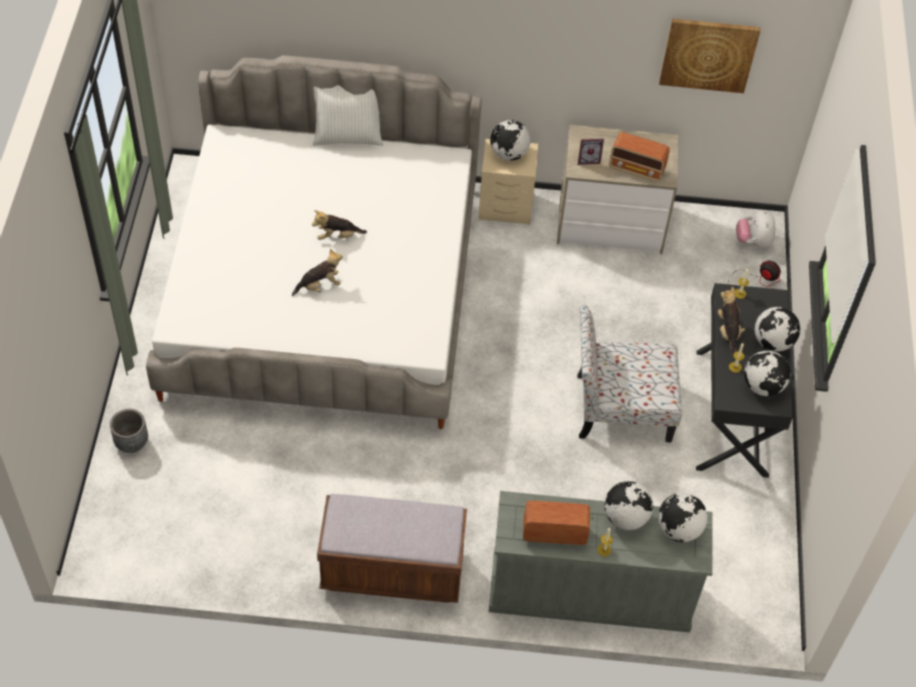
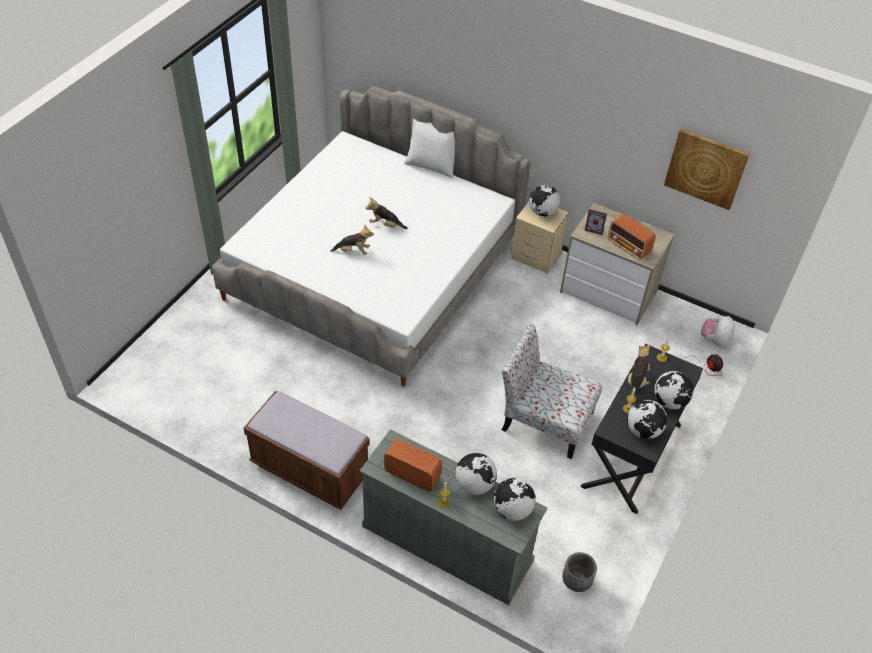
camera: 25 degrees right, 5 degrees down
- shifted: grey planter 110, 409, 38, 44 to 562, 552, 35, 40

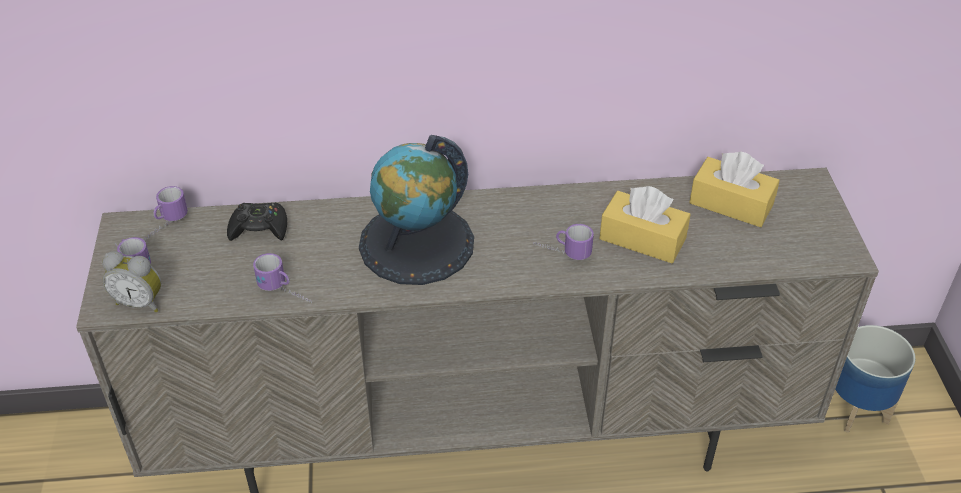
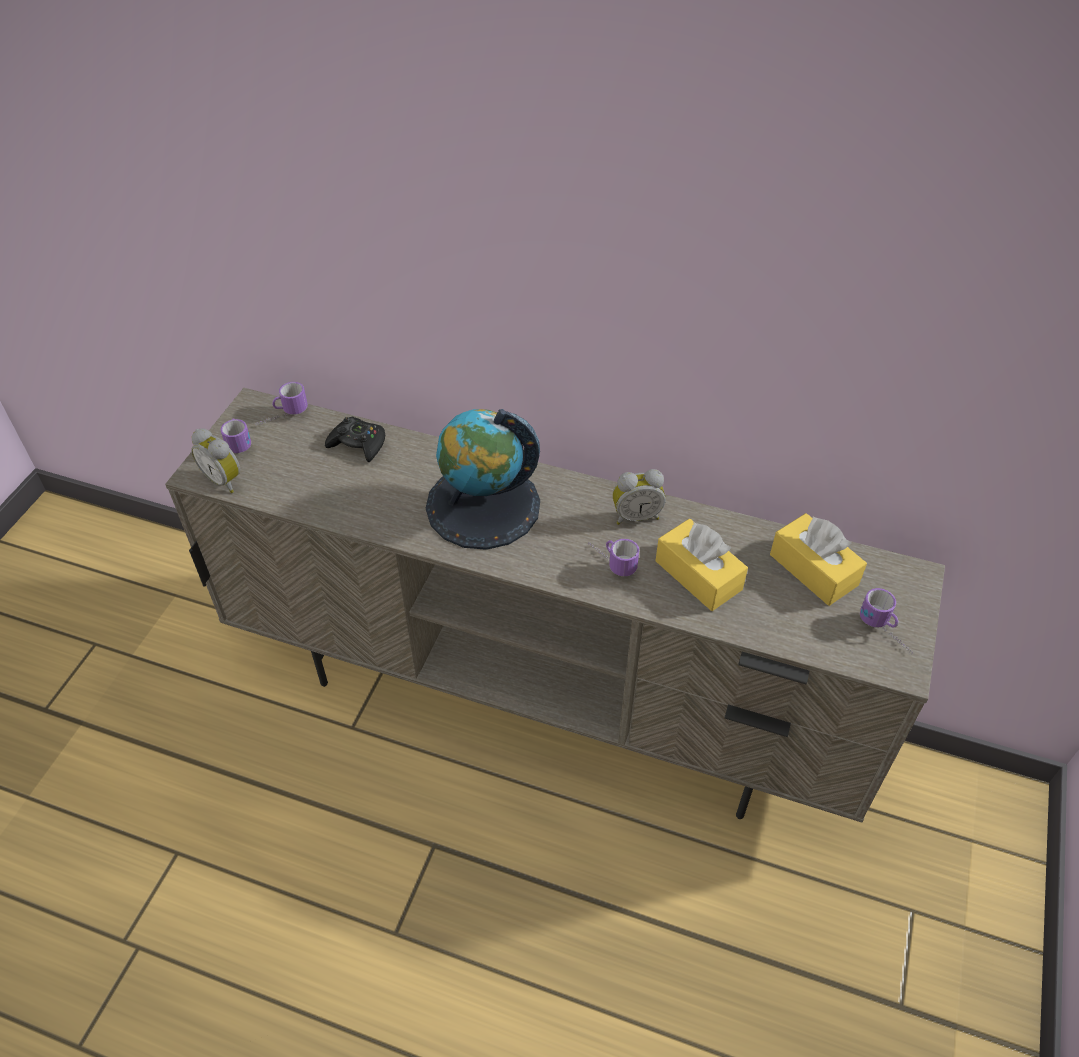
camera: 25 degrees right, 5 degrees up
- new: alarm clock 613, 469, 53, 56
- shifted: mug 253, 253, 59, 50 to 860, 588, 53, 66
- gone: planter 833, 325, 82, 108

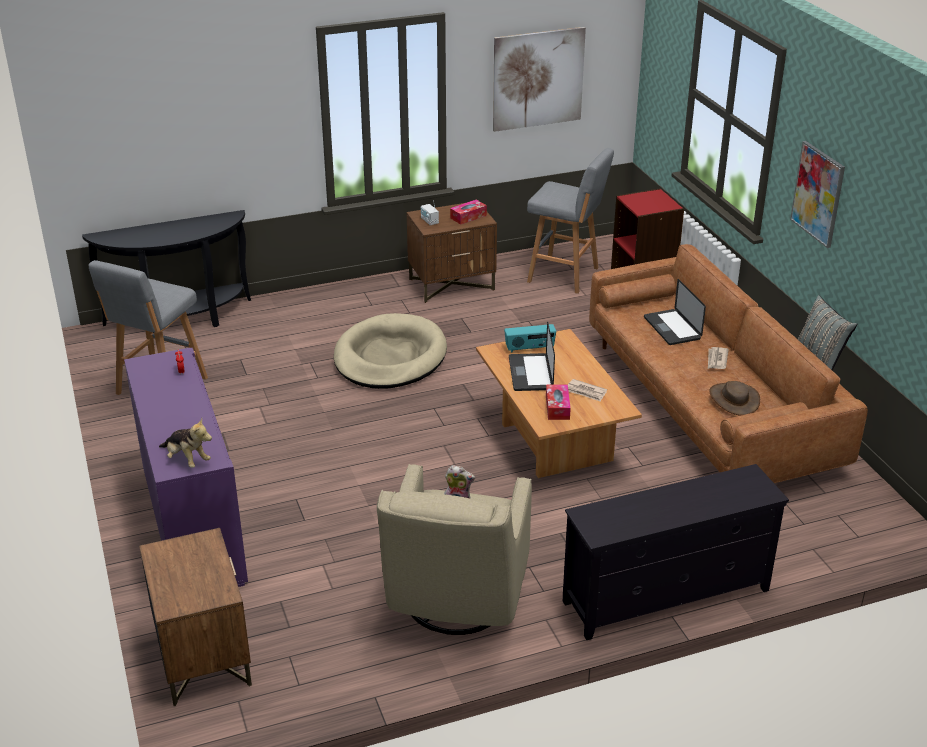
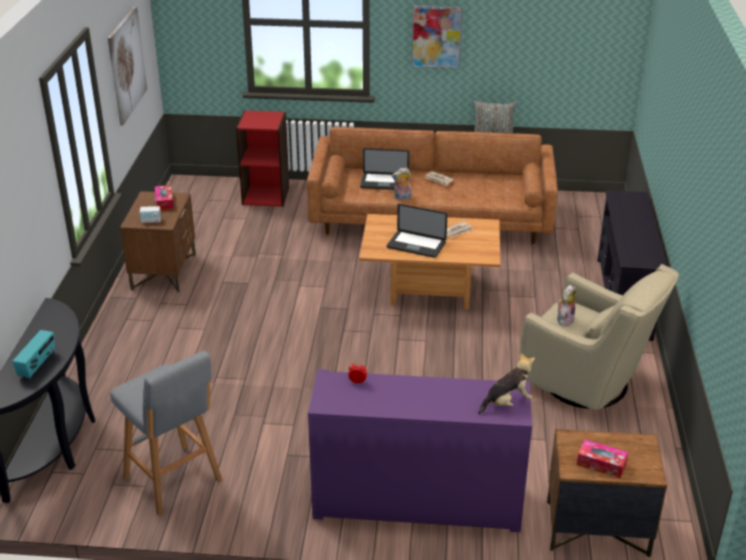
camera: 65 degrees left, 0 degrees up
- shifted: radio 504, 324, 52, 29 to 12, 330, 43, 49
- new: plush toy 392, 167, 20, 33
- shifted: tissue box 546, 385, 25, 35 to 577, 440, 51, 38
- gone: beige dog bed 334, 313, 113, 76
- gone: grey stool 527, 148, 87, 146
- gone: brown hat 709, 381, 51, 35

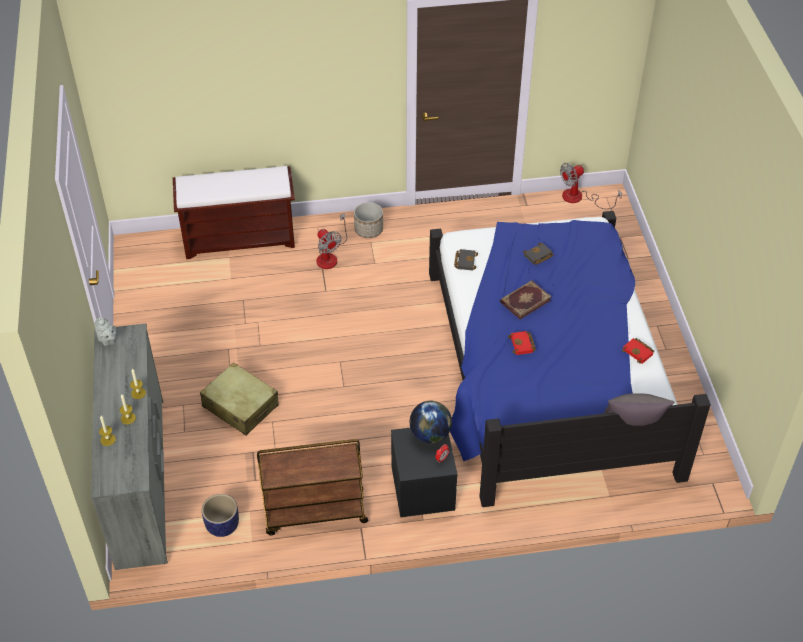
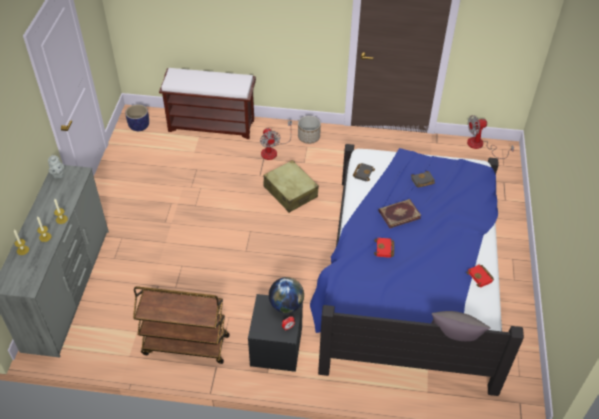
camera: 15 degrees right, 0 degrees up
- shifted: planter 202, 494, 37, 43 to 125, 104, 24, 27
- shifted: beige suitcase 200, 362, 78, 74 to 263, 160, 56, 53

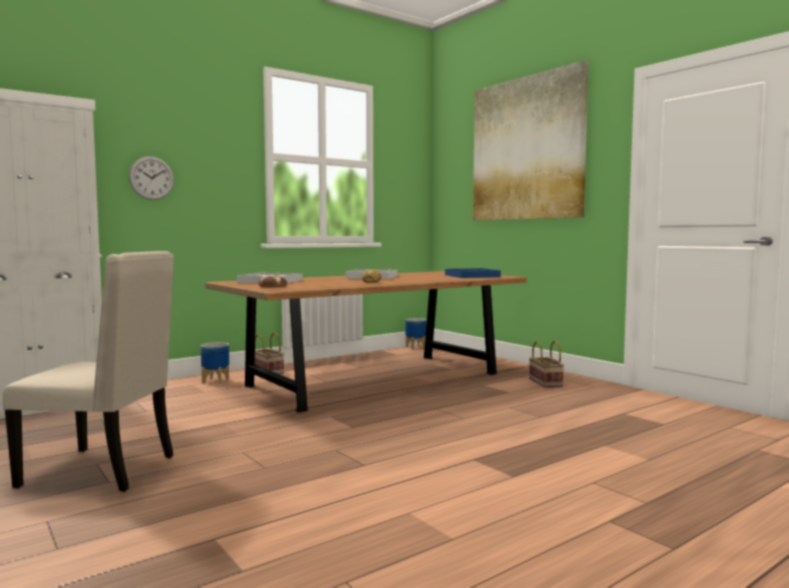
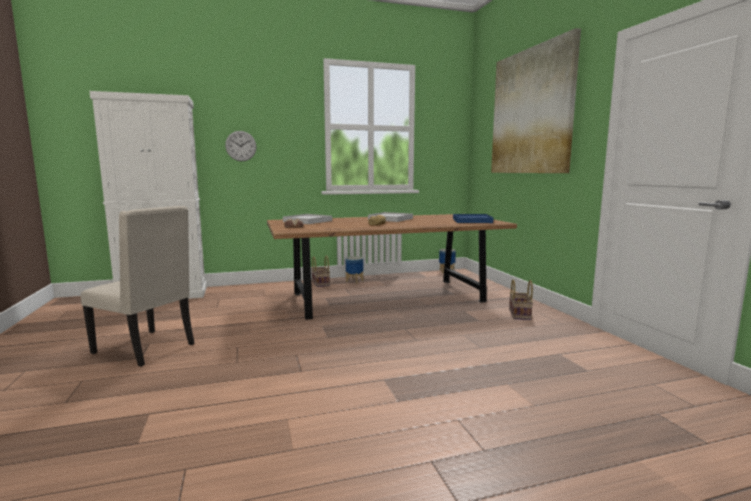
camera: 20 degrees right, 5 degrees up
- shifted: planter 201, 342, 28, 42 to 346, 256, 17, 28

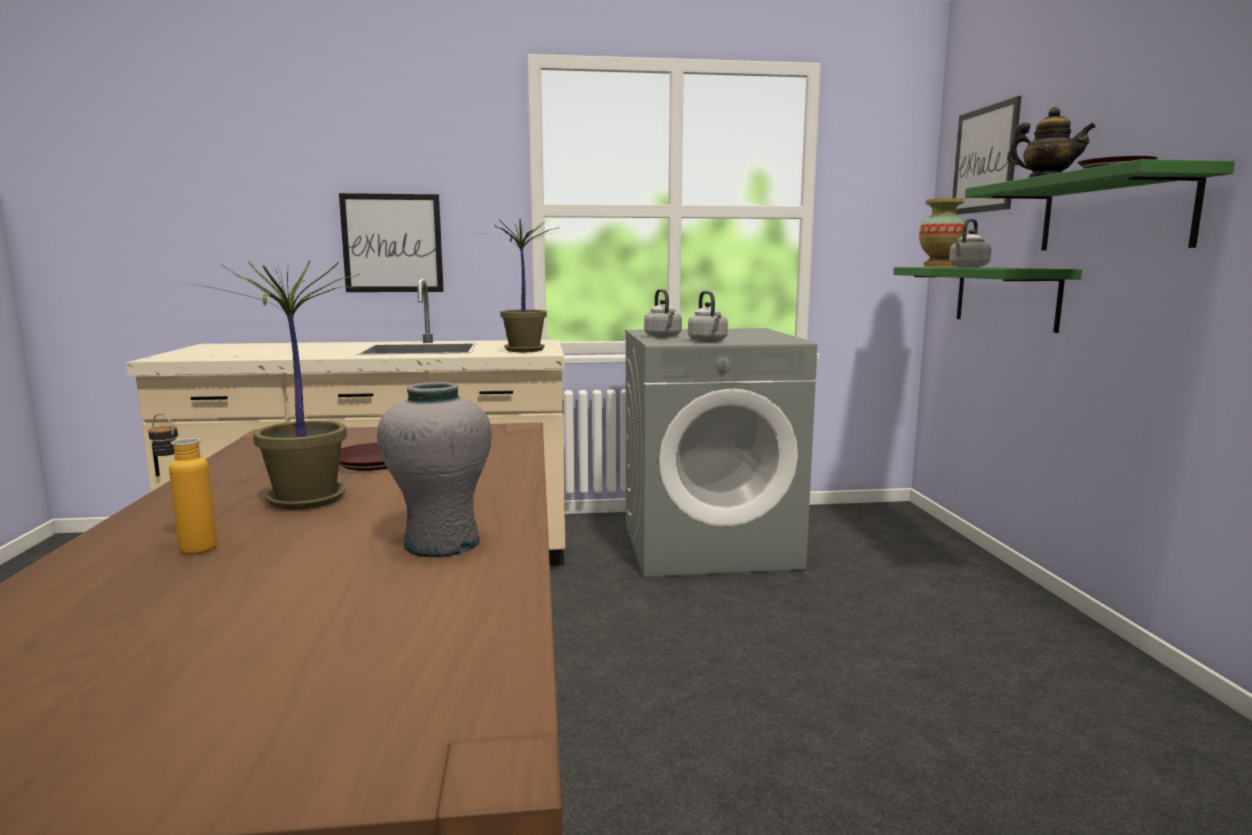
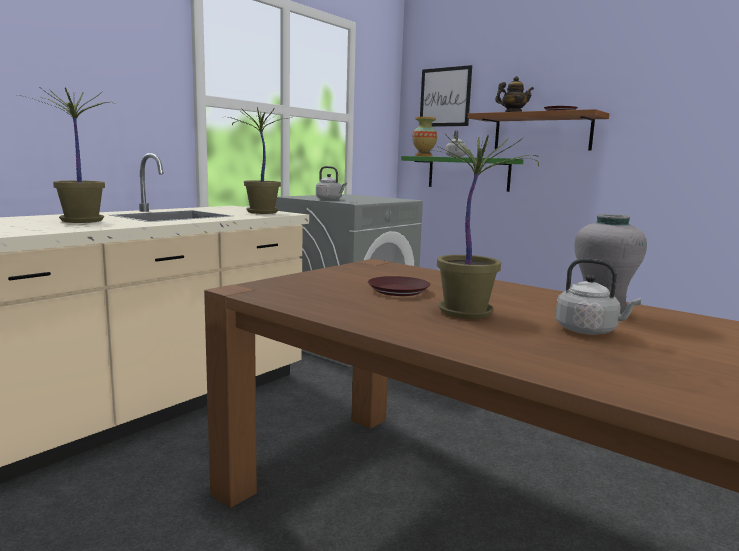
camera: 45 degrees left, 0 degrees up
- new: potted plant 18, 88, 94, 135
- repainted: green shelf 965, 159, 270, 92 to brown shelf 468, 109, 141, 42
- shifted: grey kettle 688, 291, 40, 51 to 556, 258, 85, 77
- gone: bottle 148, 413, 69, 142
- gone: picture 339, 193, 105, 99

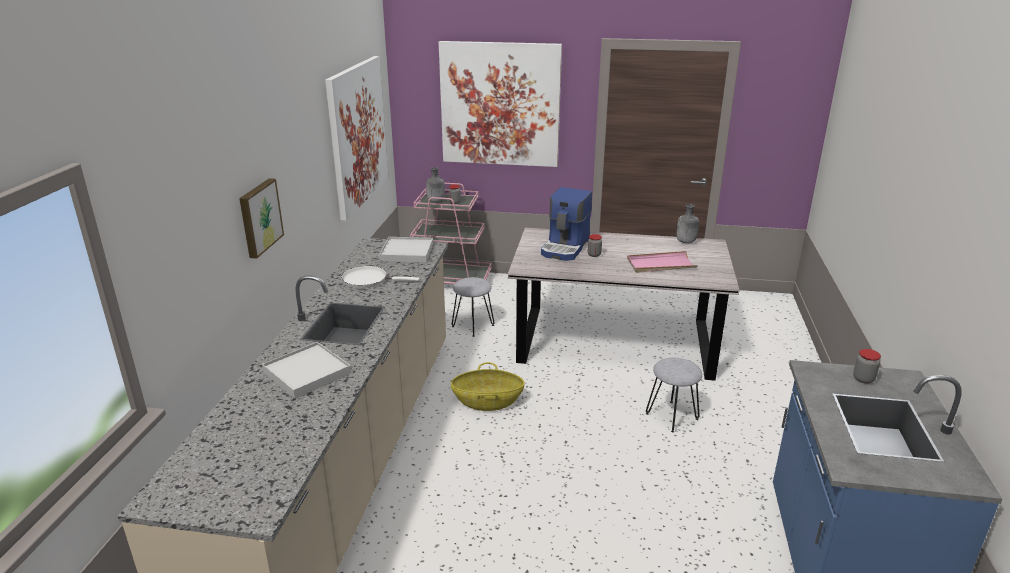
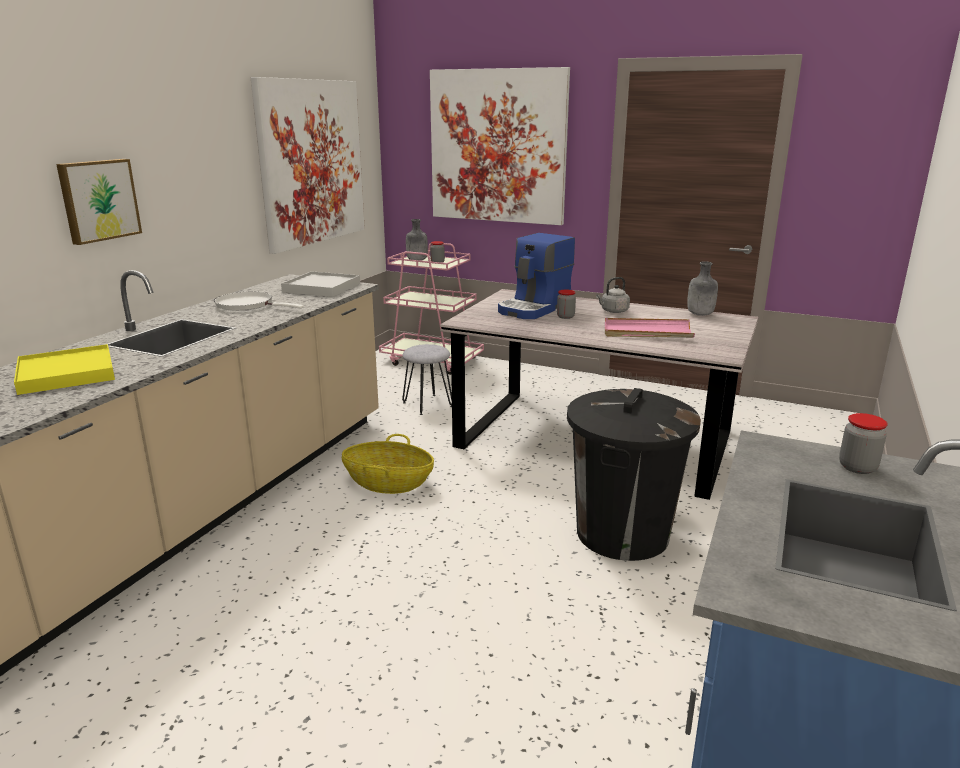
camera: 15 degrees right, 5 degrees down
- repainted: white tray 262, 342, 89, 57 to yellow tray 14, 344, 101, 51
- swapped: grey stool 646, 358, 56, 75 to black trash can 567, 388, 134, 173
- new: grey kettle 596, 277, 34, 36

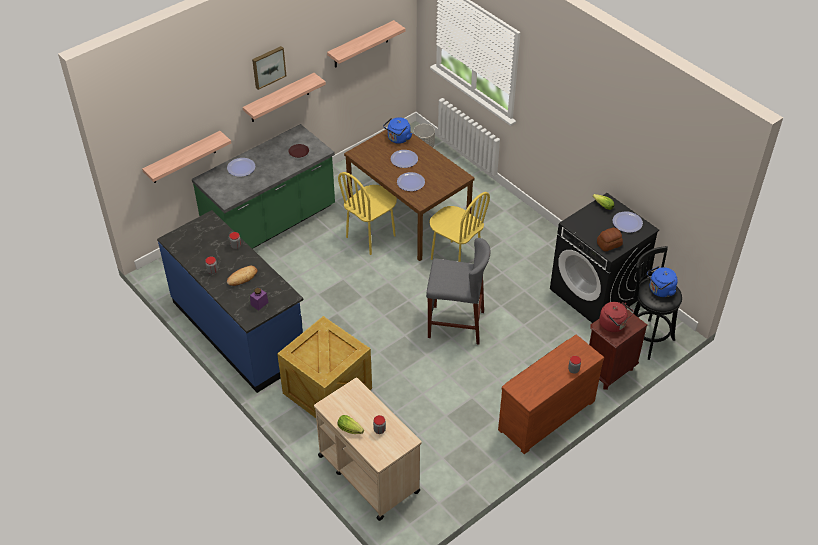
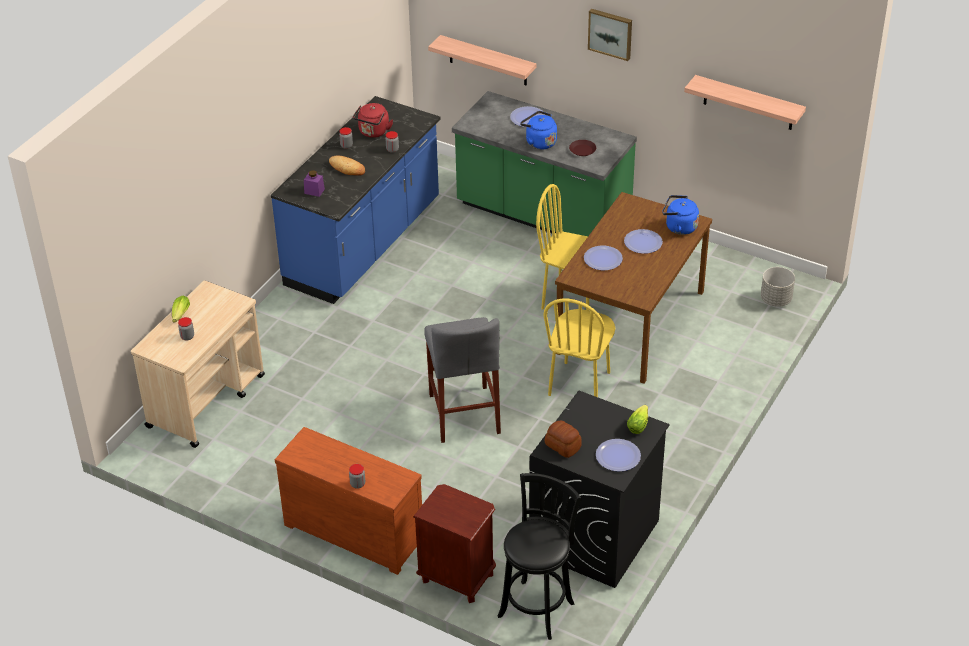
camera: 70 degrees right, 5 degrees down
- shifted: red kettle 599, 302, 35, 30 to 353, 103, 40, 35
- shifted: blue kettle 647, 266, 31, 31 to 520, 111, 37, 39
- gone: shelf 243, 73, 83, 49
- gone: crate 277, 316, 95, 102

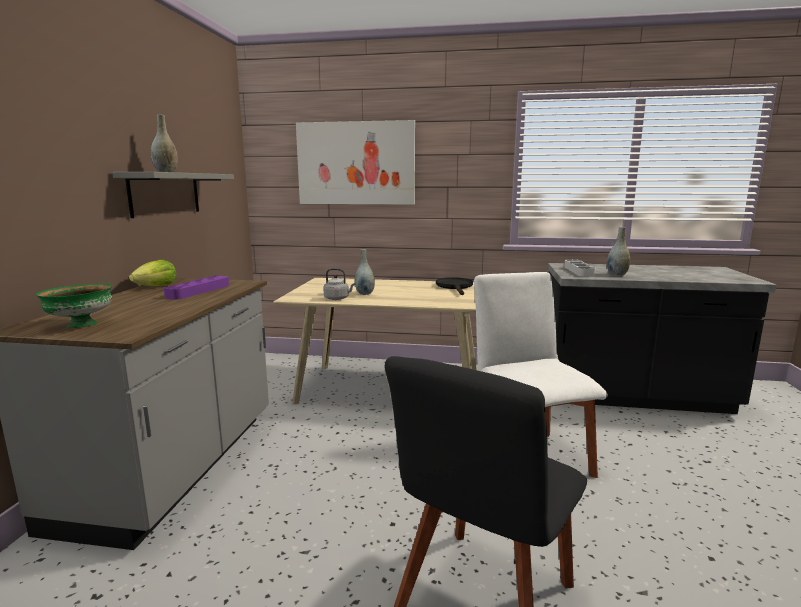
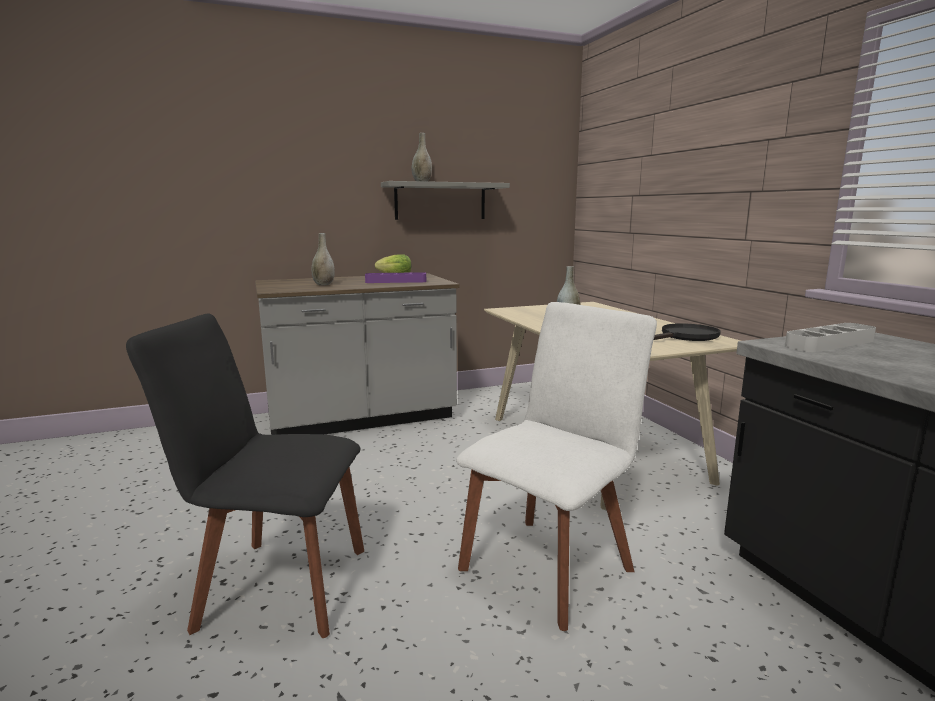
camera: 60 degrees right, 0 degrees up
- shifted: grey vase 607, 227, 23, 49 to 311, 233, 24, 52
- gone: green bowl 35, 283, 77, 45
- gone: picture 296, 120, 119, 85
- gone: grey kettle 323, 268, 32, 32

